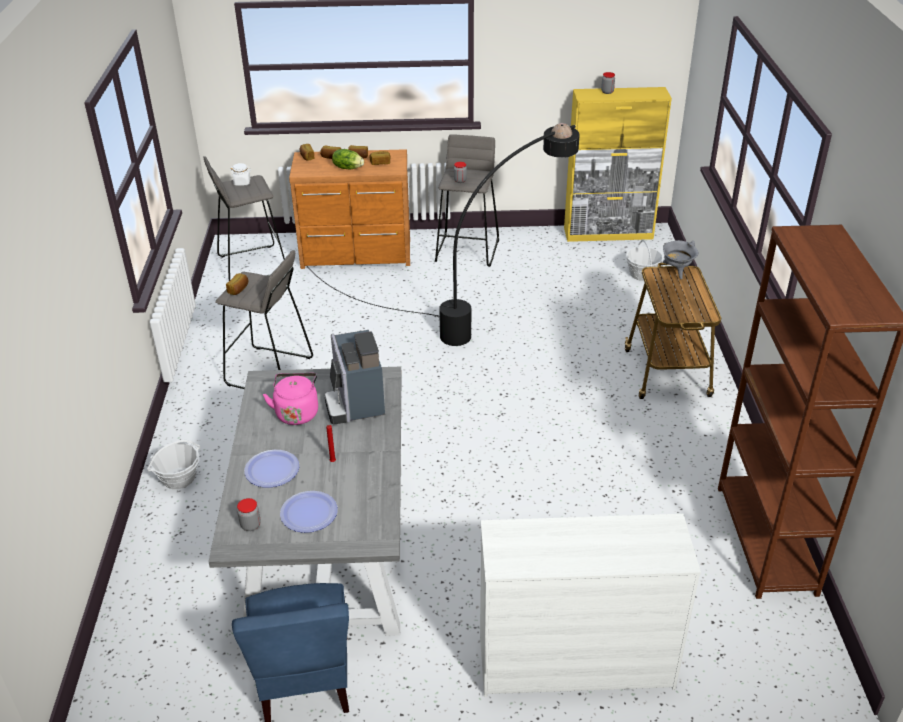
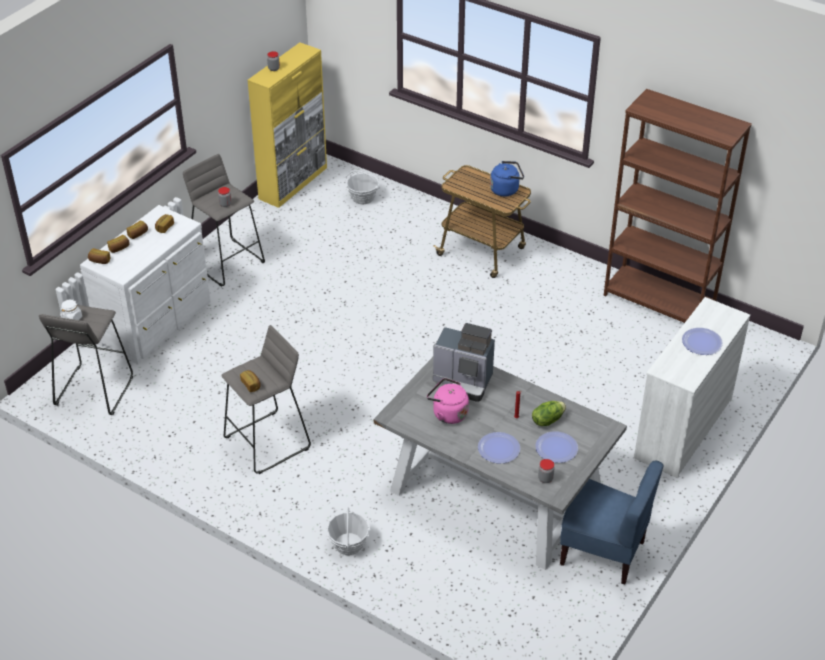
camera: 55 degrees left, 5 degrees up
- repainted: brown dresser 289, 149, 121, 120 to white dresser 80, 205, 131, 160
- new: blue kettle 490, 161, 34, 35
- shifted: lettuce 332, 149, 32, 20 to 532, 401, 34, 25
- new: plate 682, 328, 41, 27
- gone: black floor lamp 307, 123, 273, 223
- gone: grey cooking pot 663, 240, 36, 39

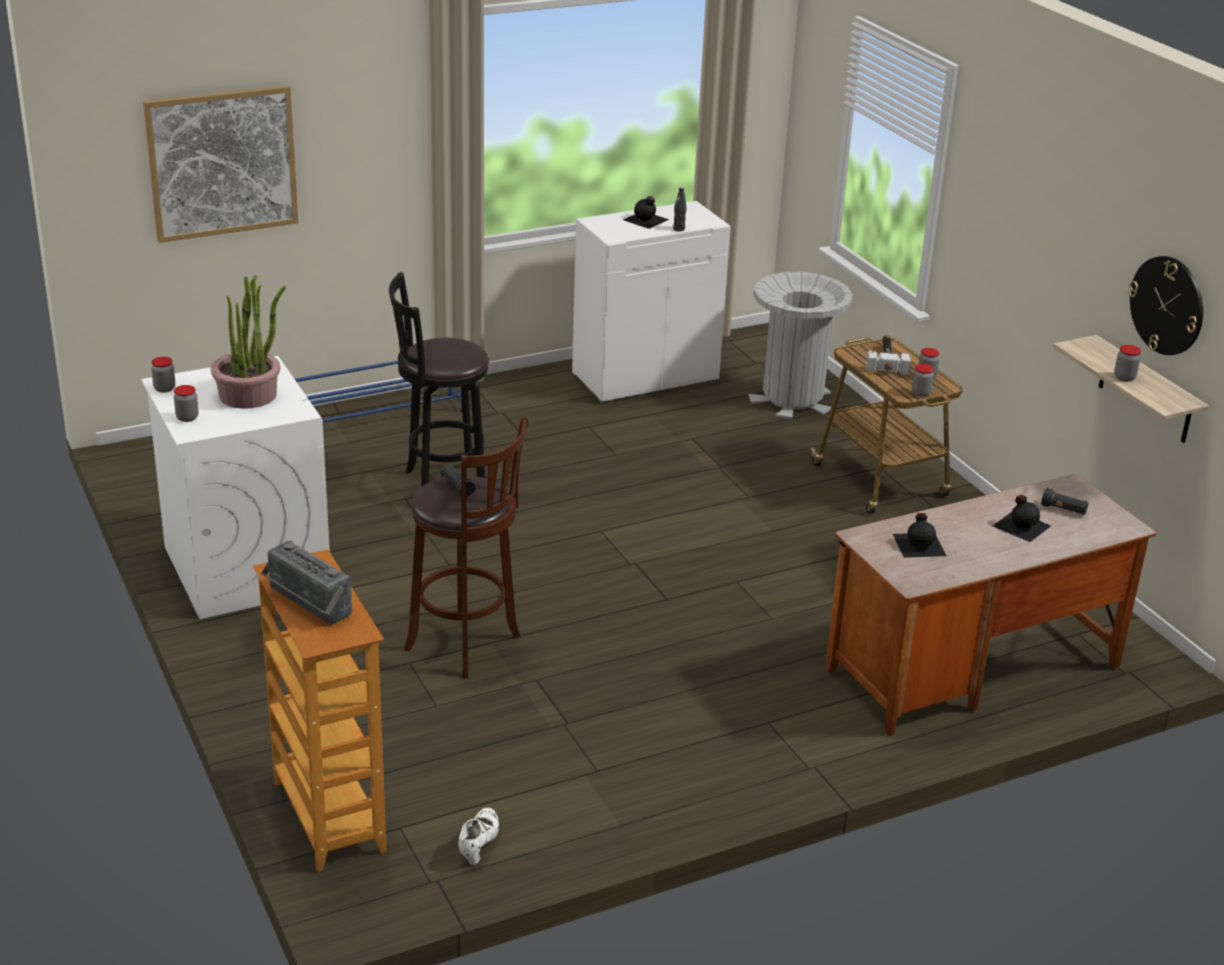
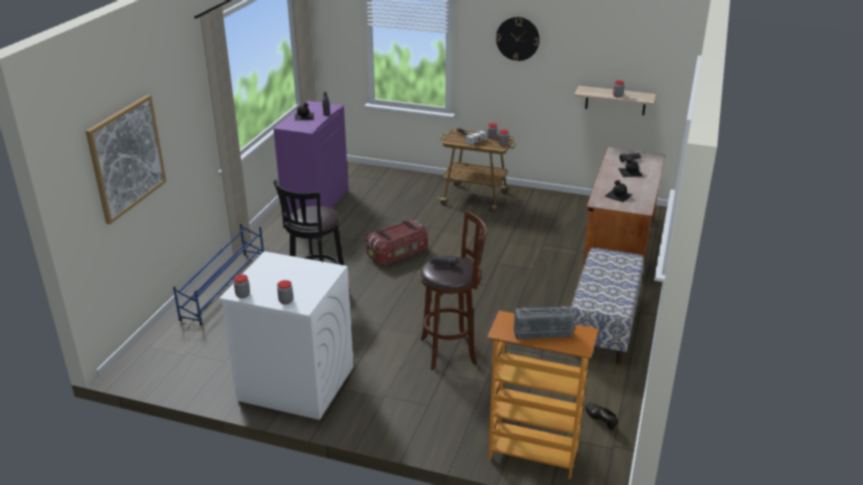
camera: 45 degrees left, 0 degrees up
- repainted: white cabinet 572, 201, 159, 203 to purple cabinet 273, 101, 75, 117
- new: storage box 366, 219, 62, 46
- shifted: wall clock 1128, 256, 75, 99 to 496, 17, 44, 44
- new: bench 571, 247, 73, 118
- repainted: white shoe 458, 808, 41, 57 to black shoe 585, 402, 33, 28
- gone: potted plant 211, 275, 75, 134
- gone: grey trash can 748, 272, 105, 147

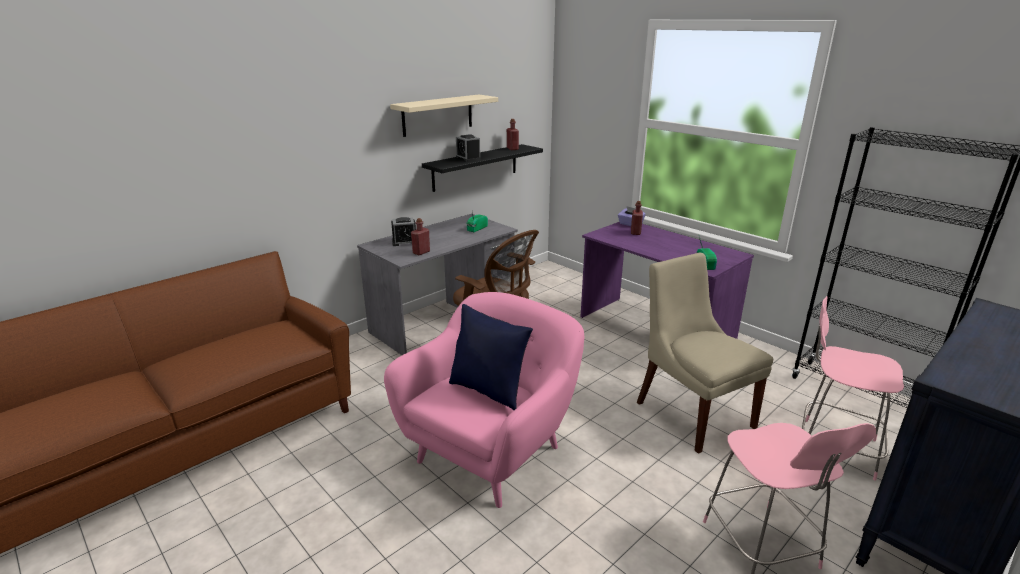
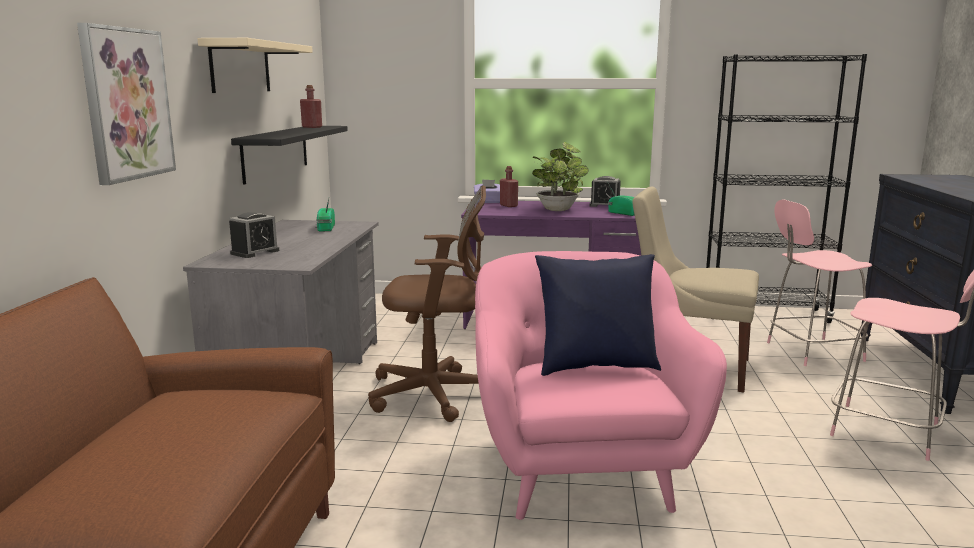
camera: 40 degrees left, 10 degrees down
- new: picture 77, 23, 99, 162
- new: potted plant 532, 142, 57, 69
- shifted: alarm clock 456, 134, 25, 27 to 590, 176, 31, 31
- gone: red bottle 411, 218, 19, 37

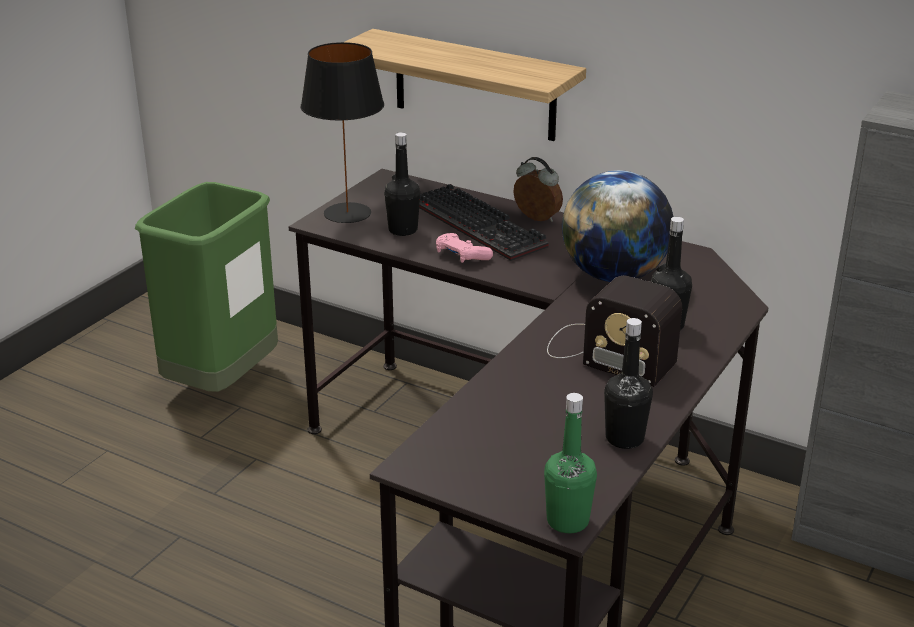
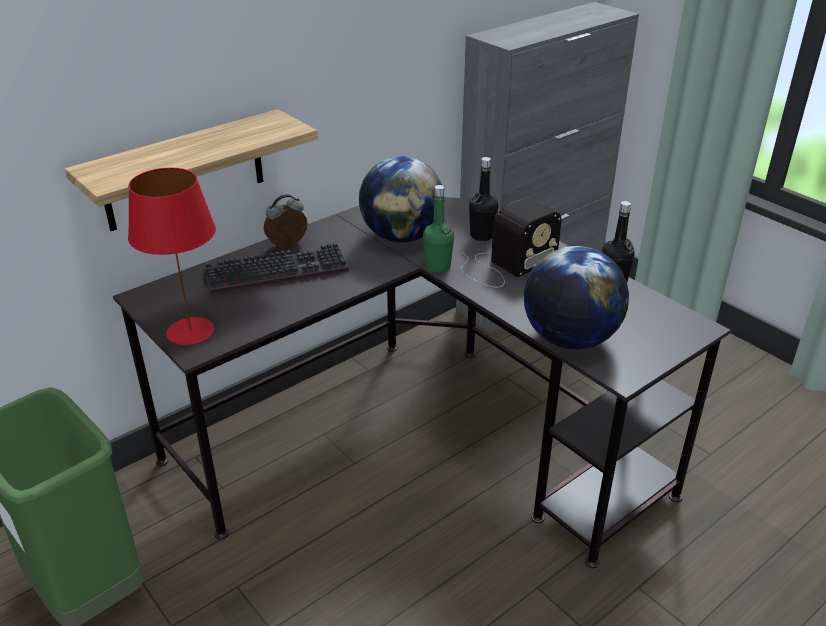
camera: 70 degrees left, 5 degrees up
- repainted: black table lamp 301, 42, 83, 181 to red table lamp 128, 168, 88, 177
- shifted: green bottle 544, 393, 53, 140 to 423, 185, 31, 88
- new: globe 524, 246, 105, 103
- gone: black bottle 384, 132, 36, 104
- gone: pink game controller 436, 233, 57, 30

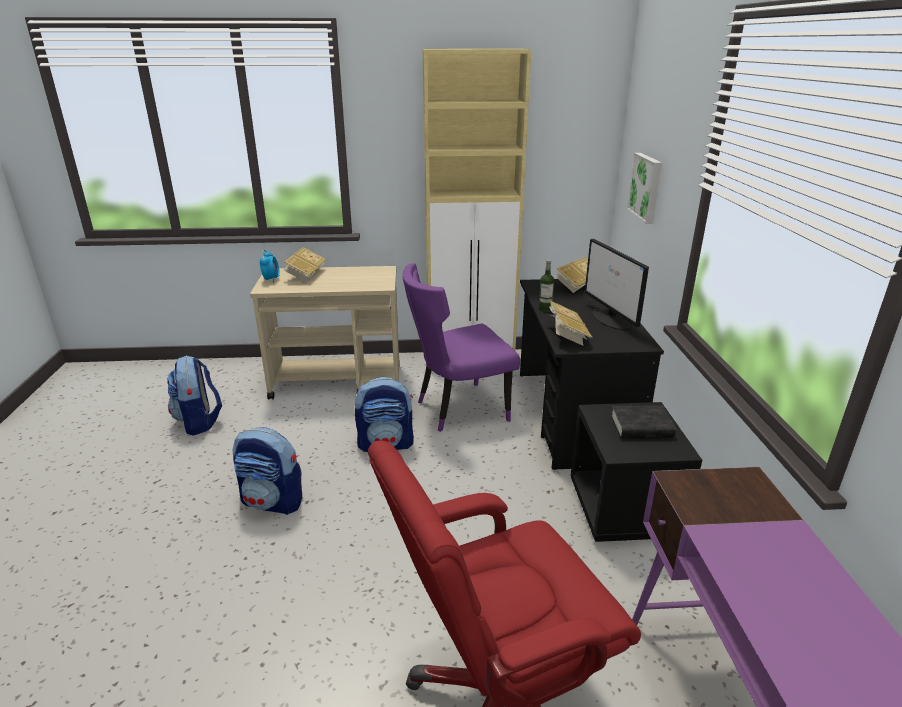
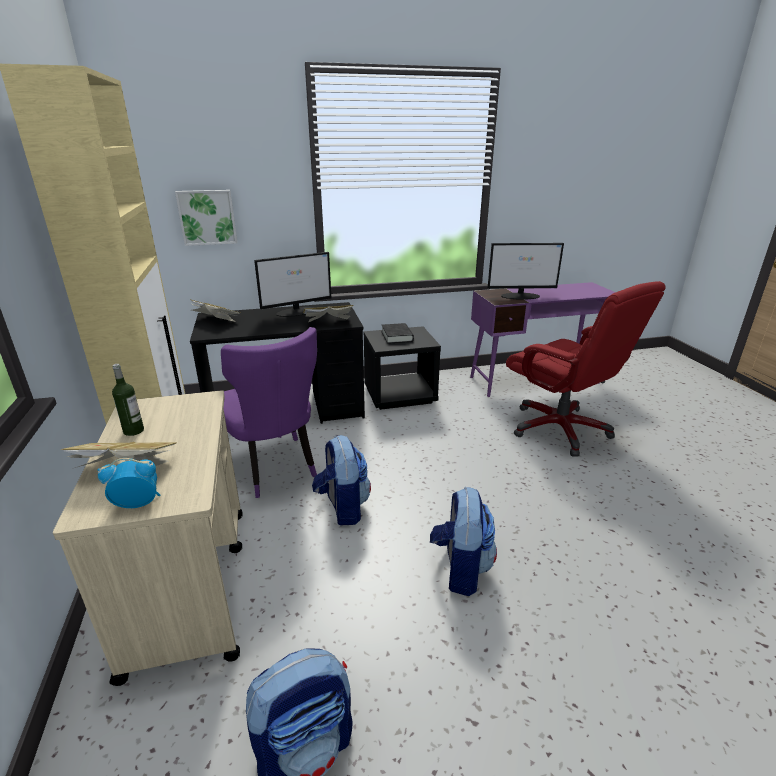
camera: 100 degrees left, 0 degrees up
- shifted: bottle 538, 260, 16, 52 to 112, 364, 32, 72
- new: monitor 488, 243, 76, 57

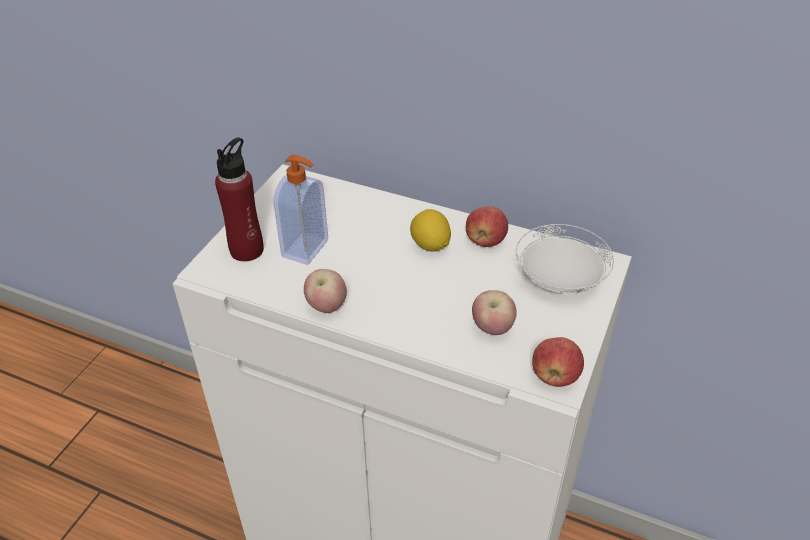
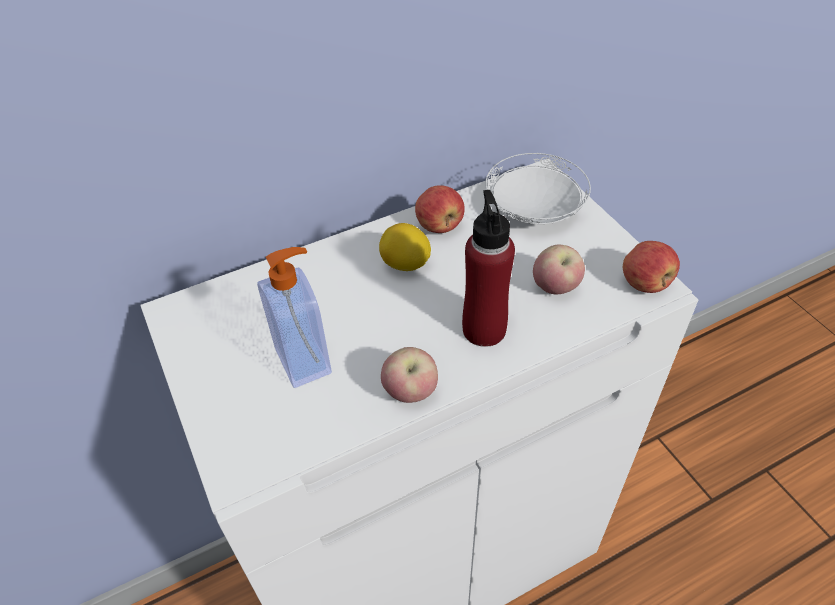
camera: 50 degrees left, 5 degrees up
- shifted: red bottle 215, 137, 49, 125 to 462, 190, 53, 157

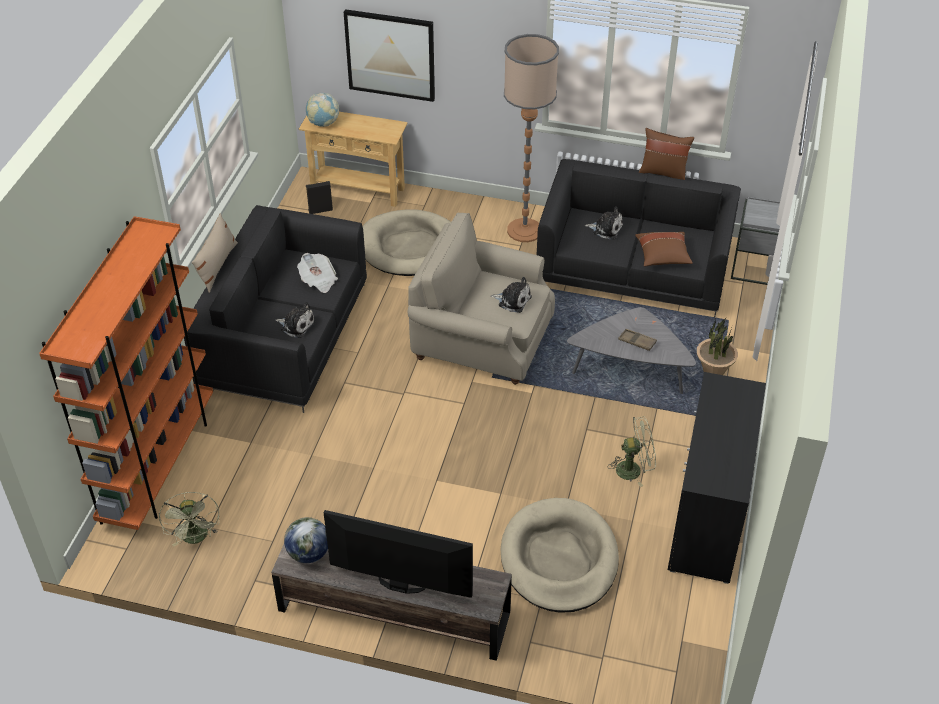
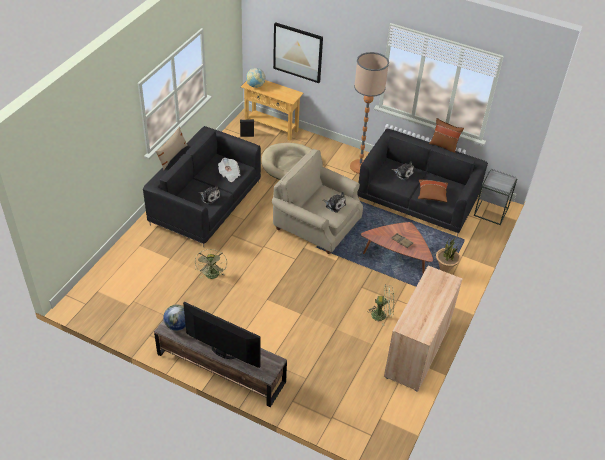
camera: 10 degrees right, 0 degrees up
- shifted: green fan 159, 492, 60, 55 to 195, 249, 32, 30
- repainted: grey coffee table 567, 307, 129, 87 to brown coffee table 361, 222, 72, 52
- repainted: black cabinet 668, 372, 98, 212 to beige cabinet 384, 266, 78, 126
- gone: orange bookcase 39, 216, 174, 314
- gone: beige dog bed 500, 498, 119, 115

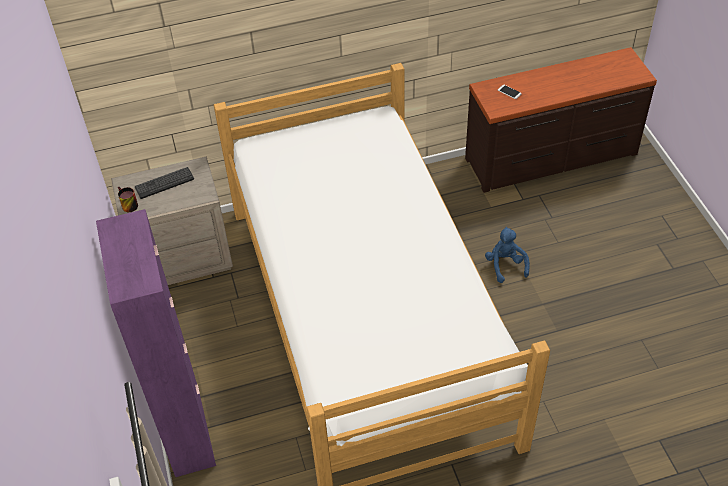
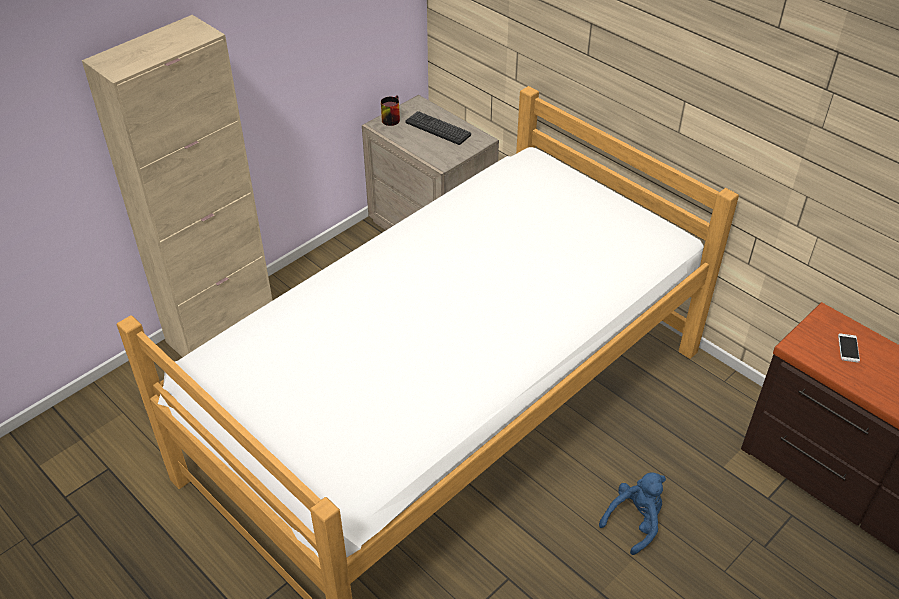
camera: 60 degrees right, 5 degrees down
- repainted: purple cabinet 96, 209, 120, 268 to beige cabinet 82, 15, 191, 342

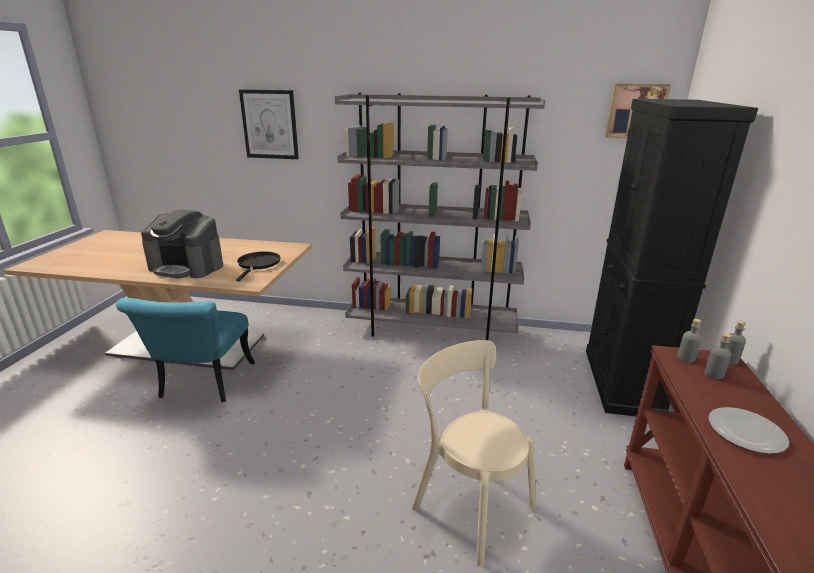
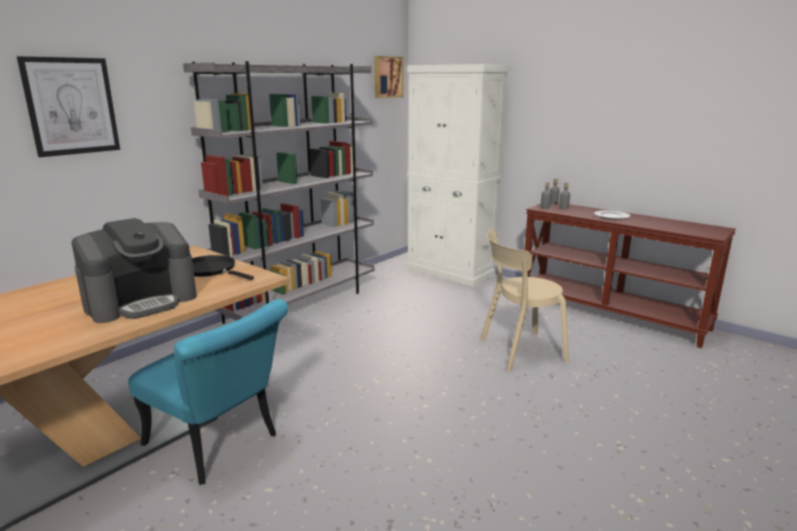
camera: 60 degrees left, 5 degrees down
- repainted: black cabinet 586, 99, 172, 317 to white cabinet 407, 64, 101, 223

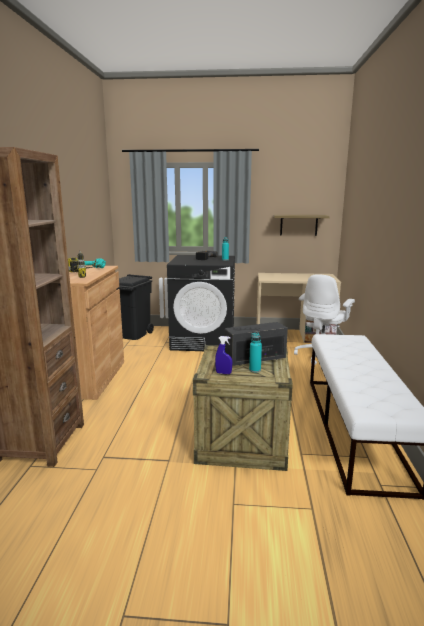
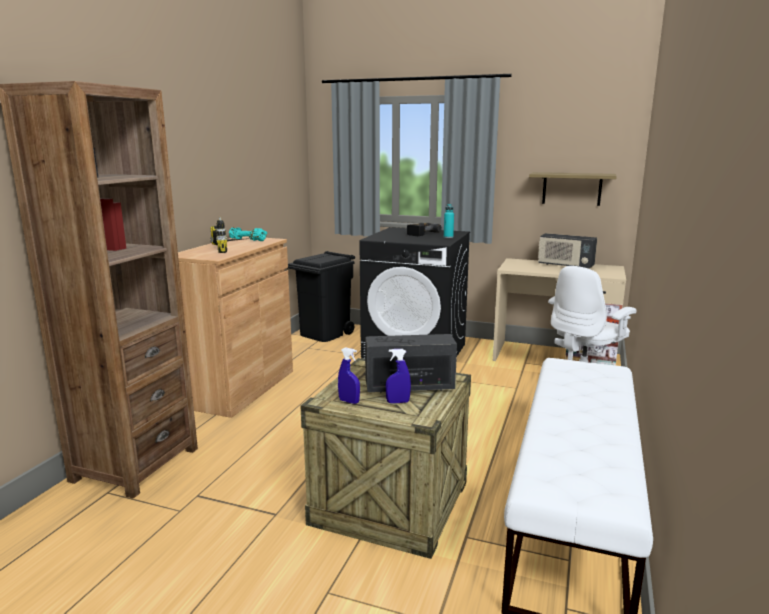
camera: 15 degrees right, 0 degrees up
- swapped: turquoise bottle 249, 333, 13, 40 to blue spray bottle 386, 349, 25, 54
- new: radio 538, 233, 59, 35

